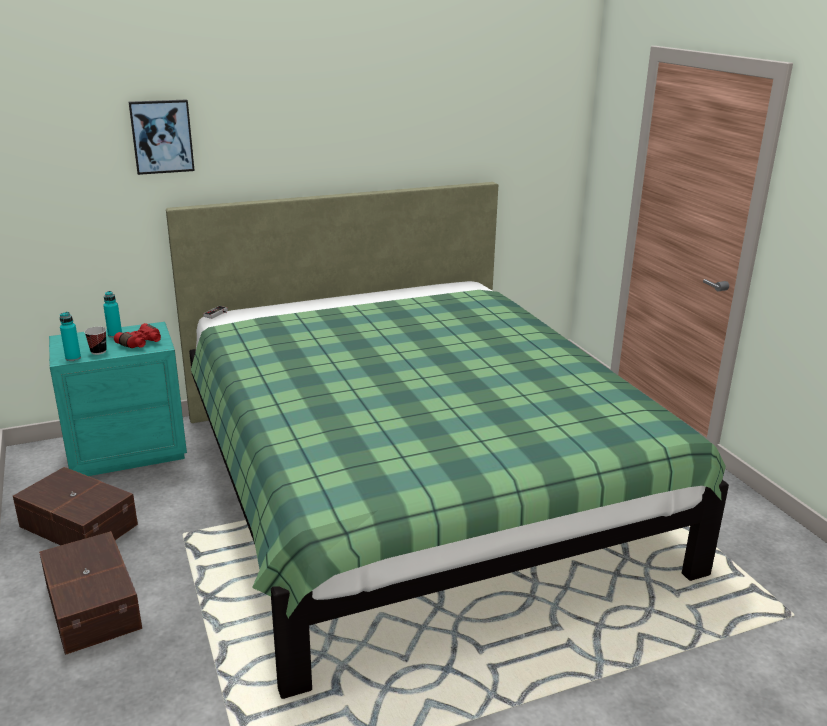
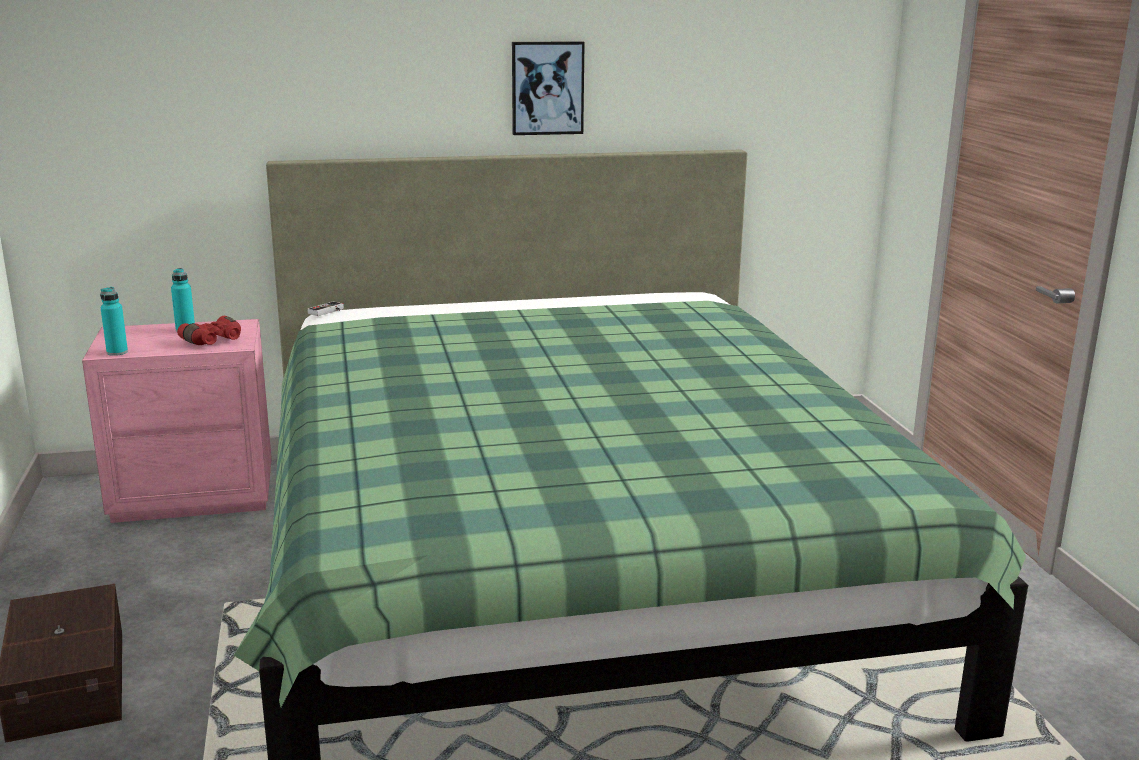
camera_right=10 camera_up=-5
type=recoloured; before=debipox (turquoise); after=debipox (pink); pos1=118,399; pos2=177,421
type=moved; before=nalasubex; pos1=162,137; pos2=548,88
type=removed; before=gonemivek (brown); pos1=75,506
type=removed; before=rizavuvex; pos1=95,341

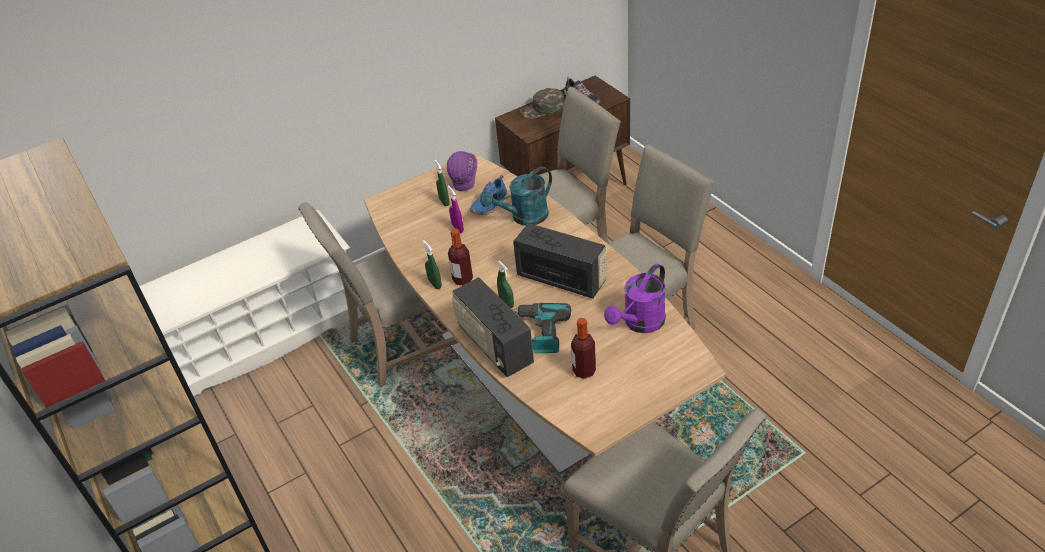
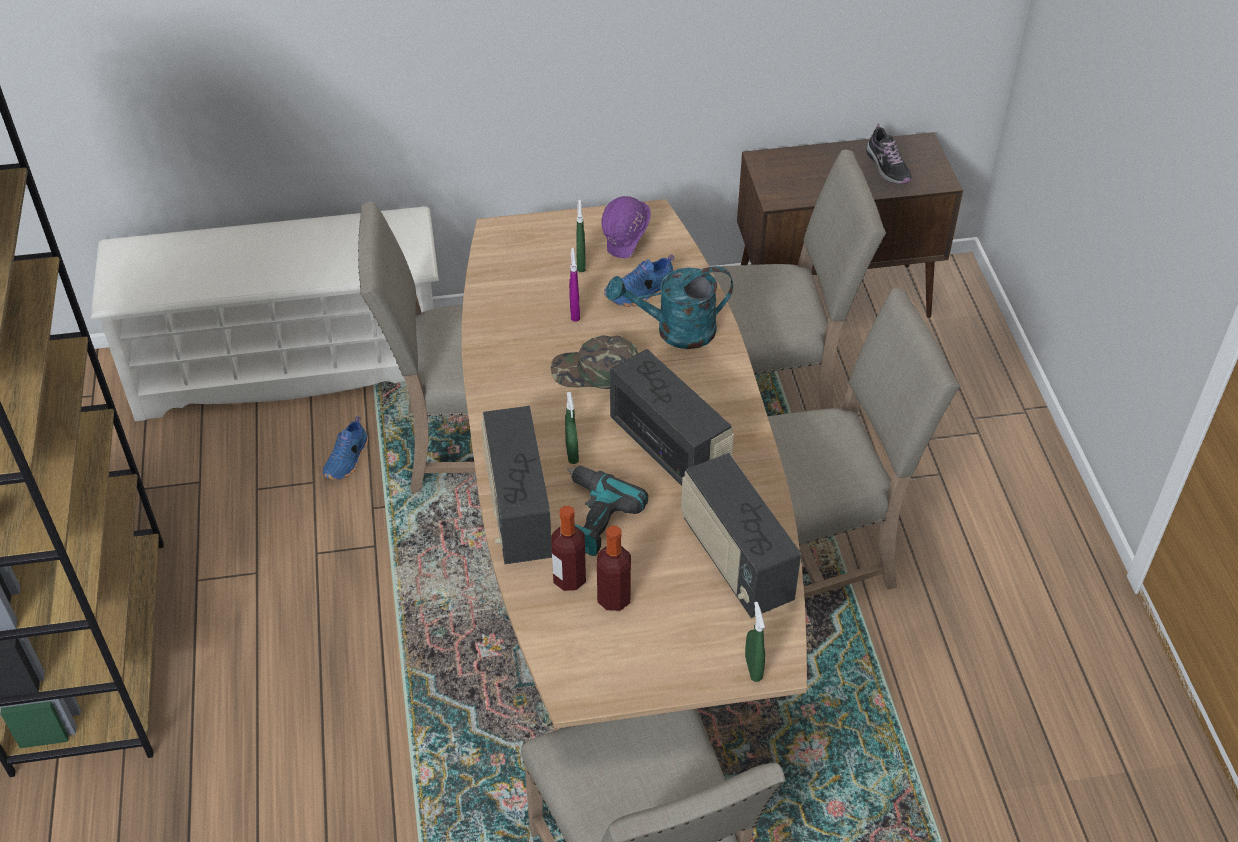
camera_right=20 camera_up=5
type=added; after=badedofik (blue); pos2=345,448
type=moved; before=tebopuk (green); pos1=542,103; pos2=594,362
type=moved; before=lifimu; pos1=460,257; pos2=568,548
type=replaced; before=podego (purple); after=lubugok; pos1=635,298; pos2=741,535
type=moved; before=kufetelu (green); pos1=432,264; pos2=755,642

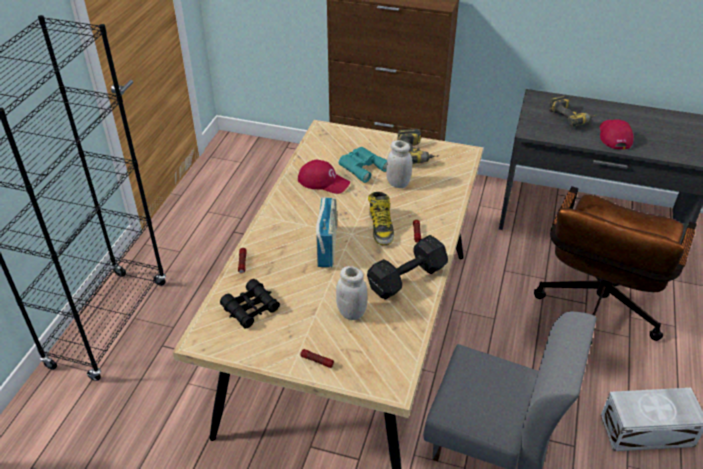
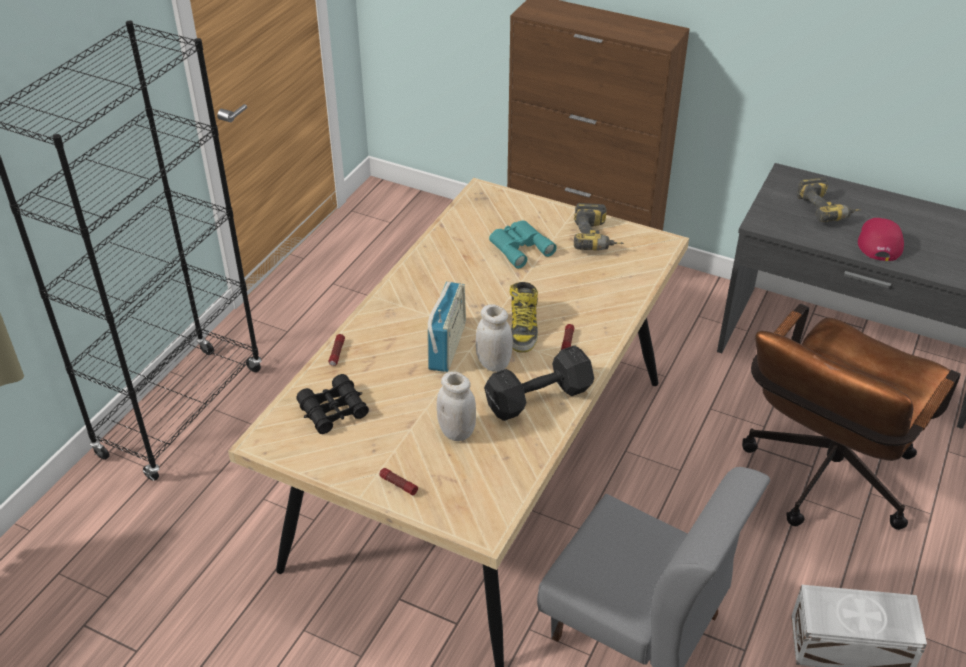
camera_right=10 camera_up=0
type=moved; before=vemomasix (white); pos1=399,164; pos2=494,338
type=removed; before=tebopuk (red); pos1=324,177

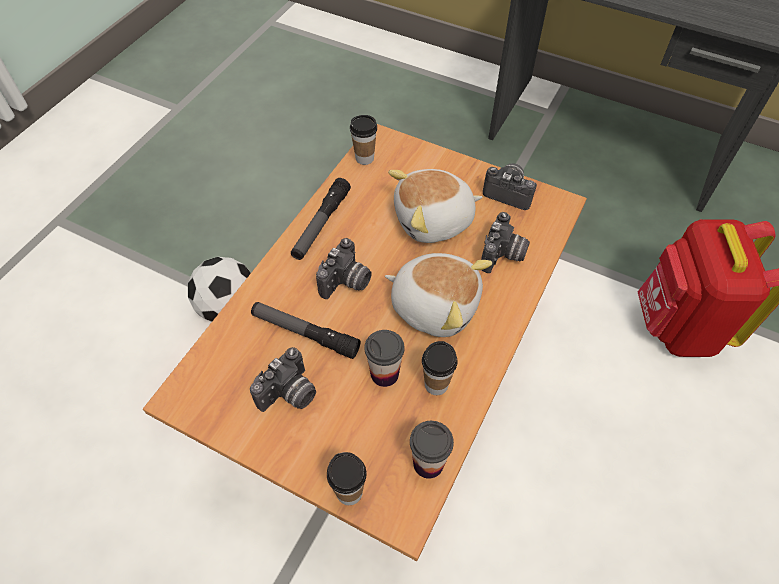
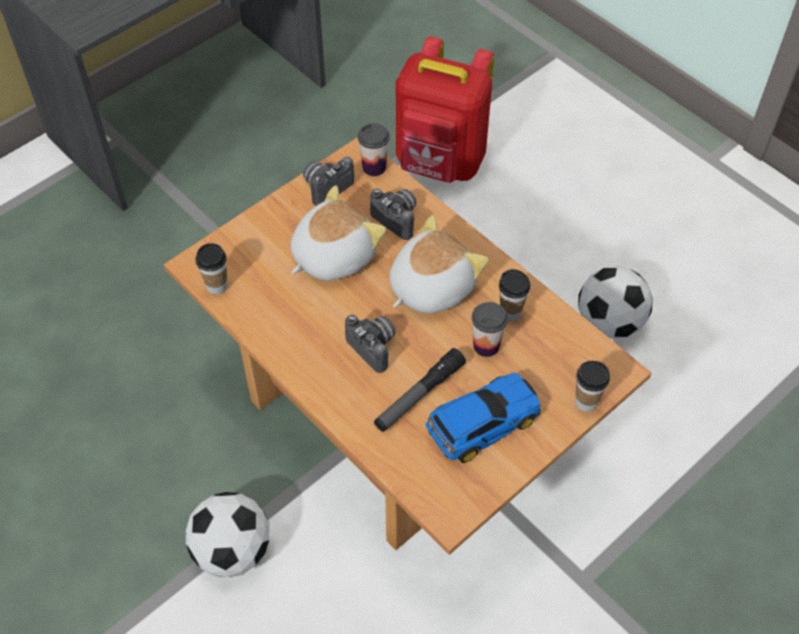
camera_right=-70 camera_up=0
type=turned; before=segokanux; pos1=435,206; pos2=338,233; turn=-135
type=moved; before=rizavuvex; pos1=432,450; pos2=374,149
type=replaced; before=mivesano; after=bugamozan; pos1=283,379; pos2=483,417
type=added; after=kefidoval; pos2=615,302
type=removed; before=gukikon; pos1=321,219

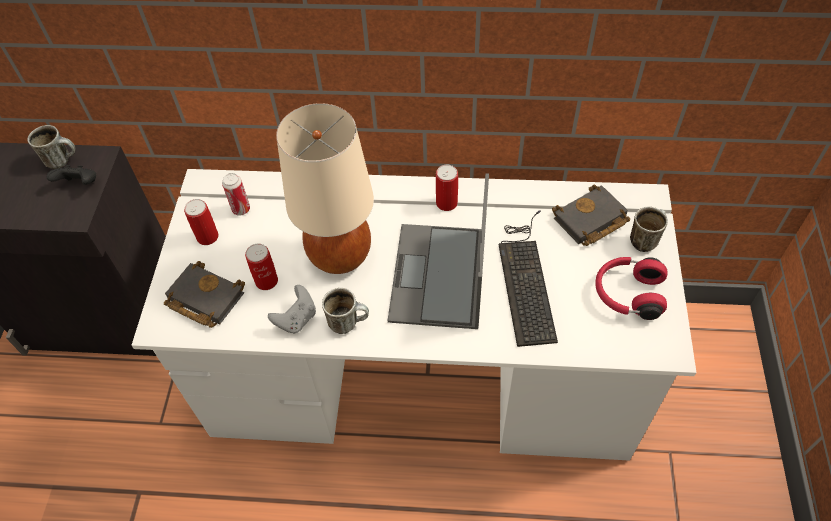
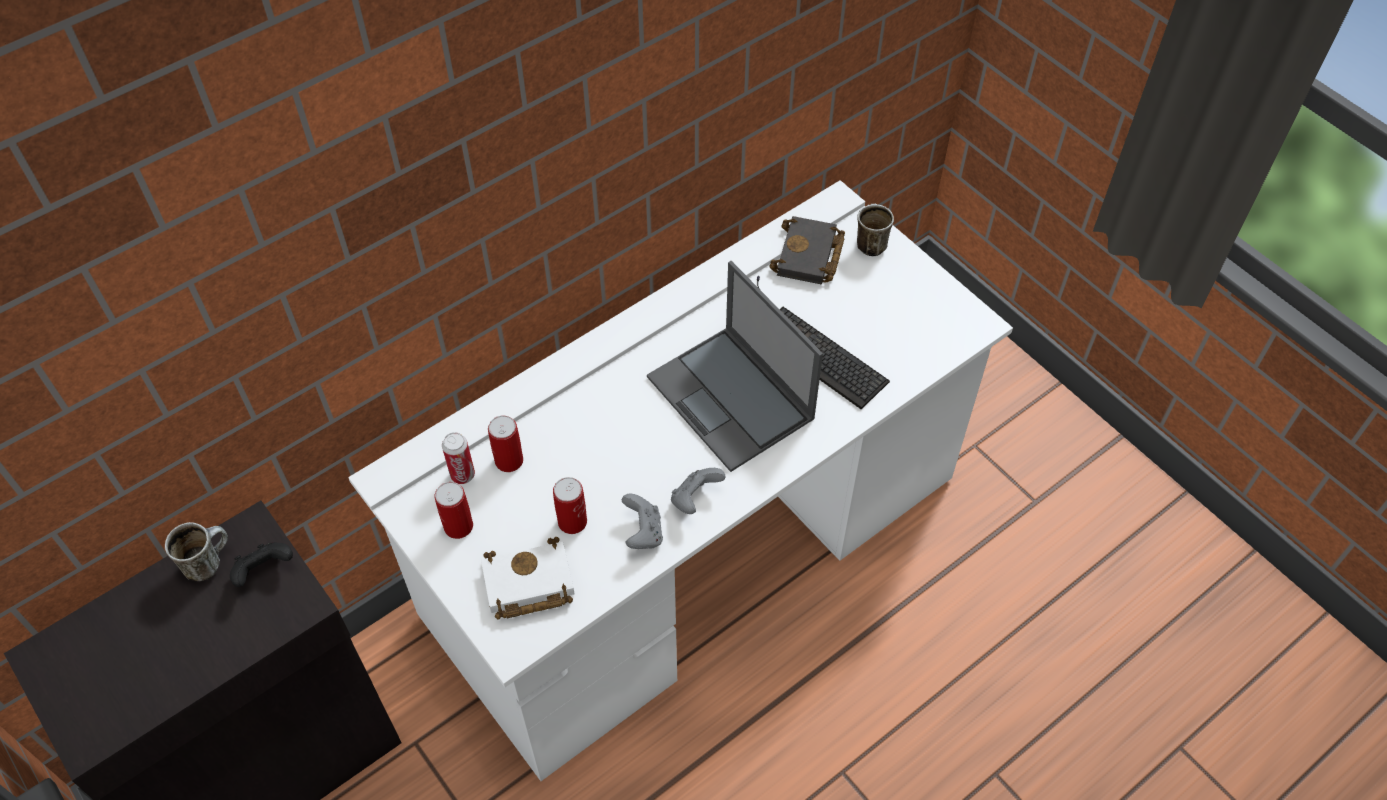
camera_right=-45 camera_up=0
type=recoloured; before=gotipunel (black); after=gotipunel (white); pos1=204,294; pos2=527,578
type=moved; before=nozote; pos1=447,187; pos2=505,444
type=replaced; before=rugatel; after=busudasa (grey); pos1=345,311; pos2=698,491
type=removed; before=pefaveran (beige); pos1=325,188
type=removed; before=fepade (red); pos1=631,288

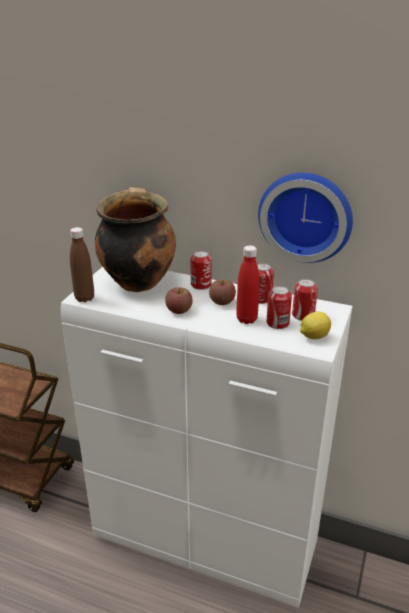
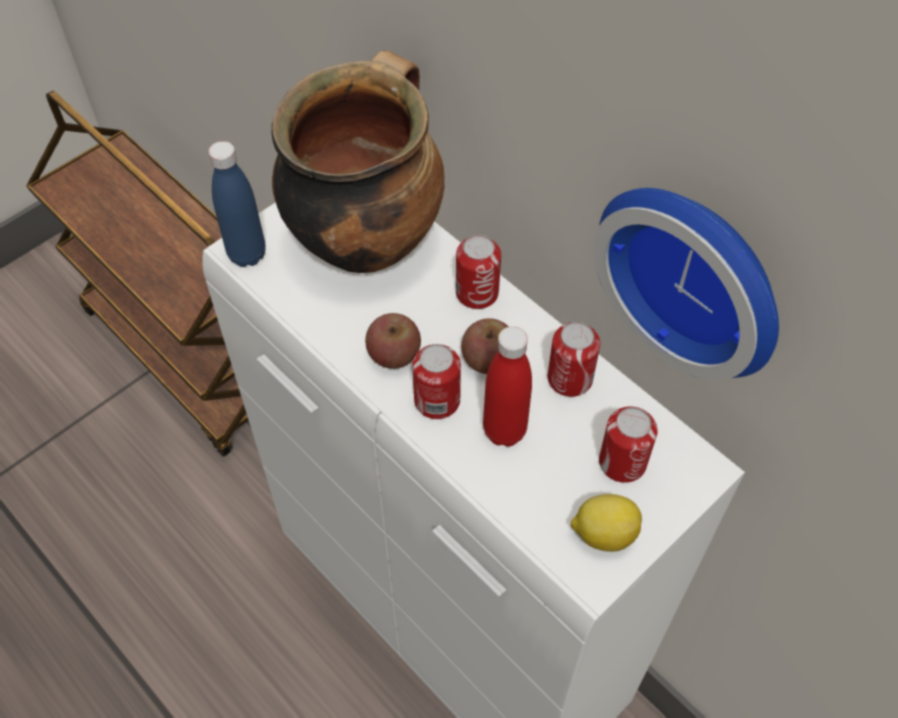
camera_right=25 camera_up=25
type=recoloured; before=lifimu (brown); after=lifimu (blue); pos1=82,264; pos2=237,204
type=moved; before=nozote; pos1=279,307; pos2=436,381

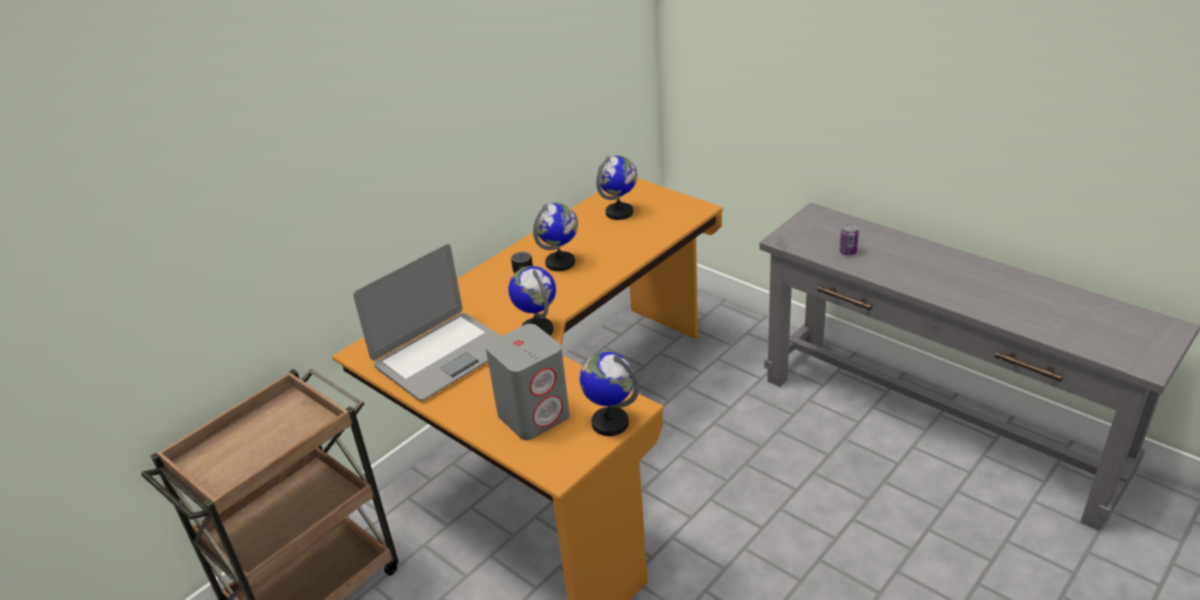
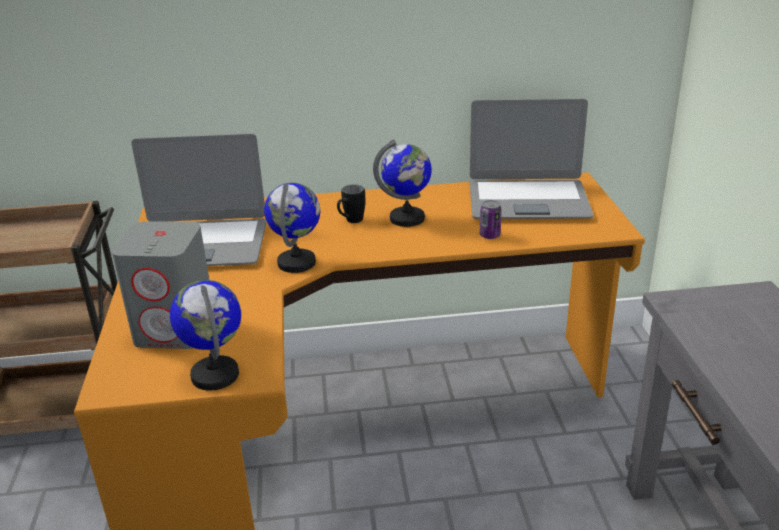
camera_right=40 camera_up=-5
type=replaced; before=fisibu; after=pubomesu; pos1=616,187; pos2=532,159
type=moved; before=nozote; pos1=849,240; pos2=491,219

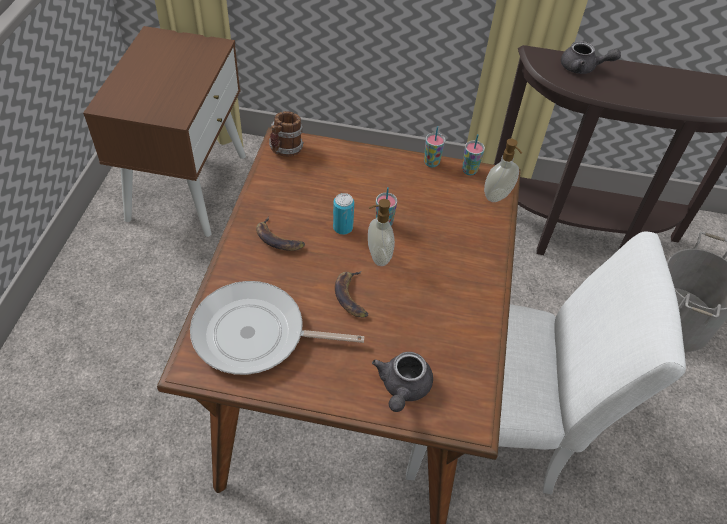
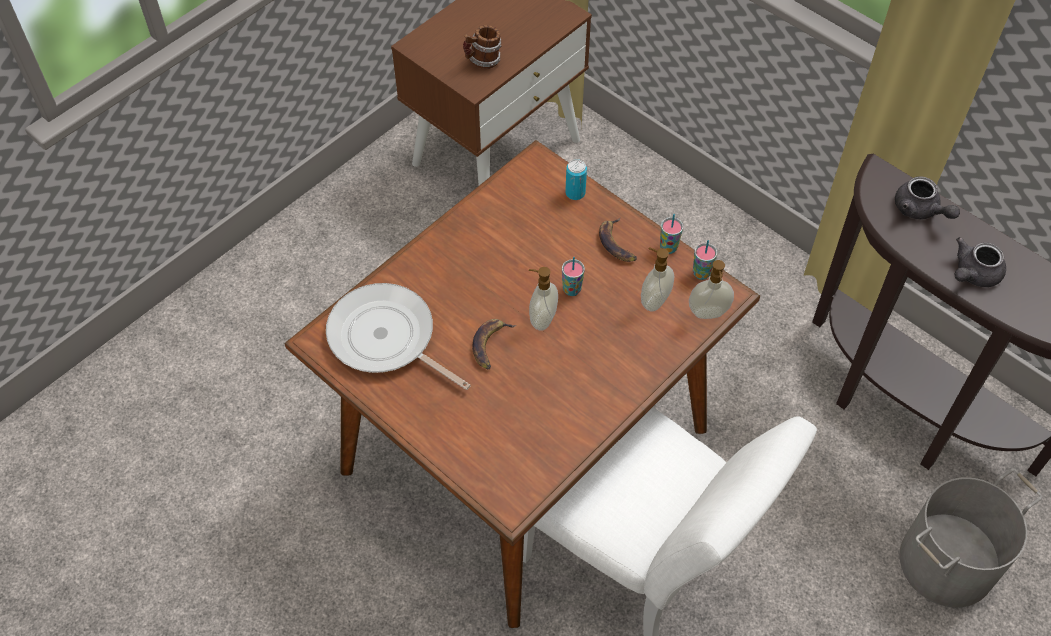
camera_right=35 camera_up=5
type=moved; before=rugatel; pos1=286,134; pos2=482,47
type=moved; before=nozote; pos1=343,214; pos2=576,179
type=moved; before=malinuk; pos1=280,234; pos2=618,240
type=added; after=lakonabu; pos2=658,279
type=moved; before=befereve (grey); pos1=402,382; pos2=980,262

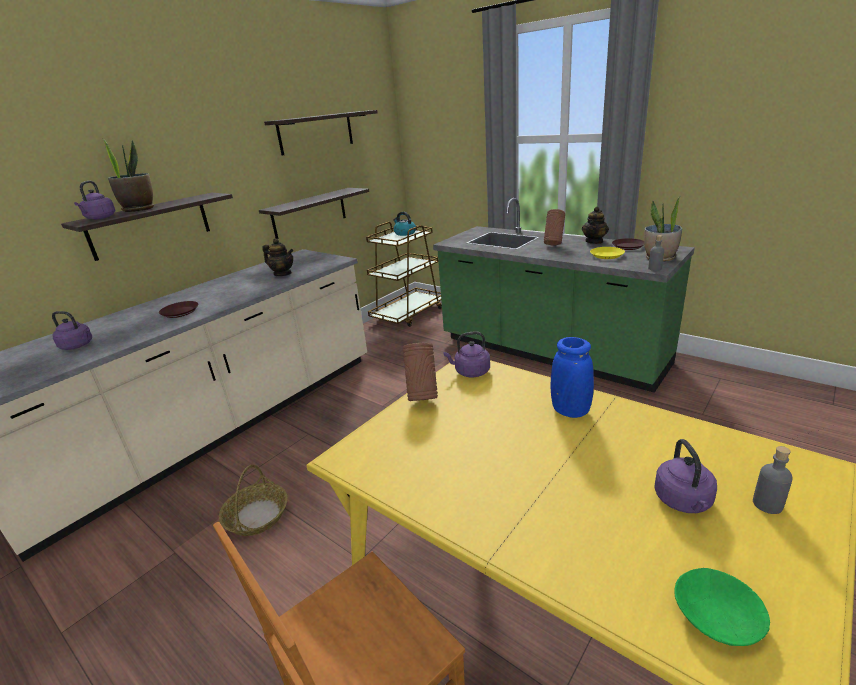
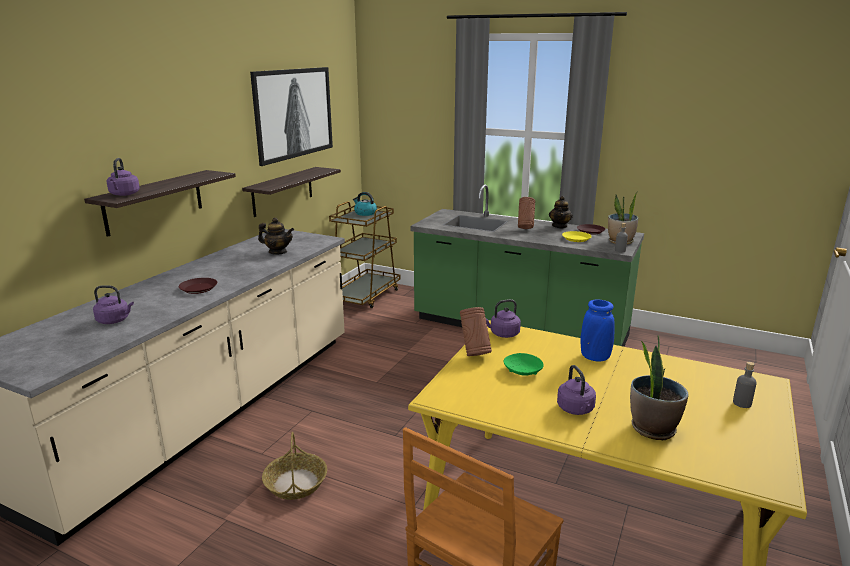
camera_right=-15 camera_up=-5
type=replaced; before=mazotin; after=nalasubex; pos1=321,132; pos2=291,116
type=moved; before=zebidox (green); pos1=722,607; pos2=524,364
type=moved; before=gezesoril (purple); pos1=685,476; pos2=576,390
type=moved; before=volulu; pos1=128,175; pos2=659,387

